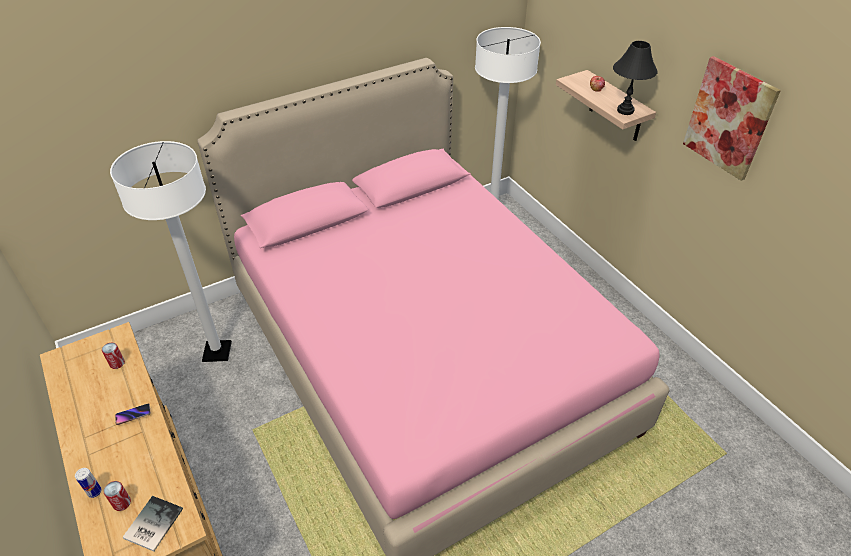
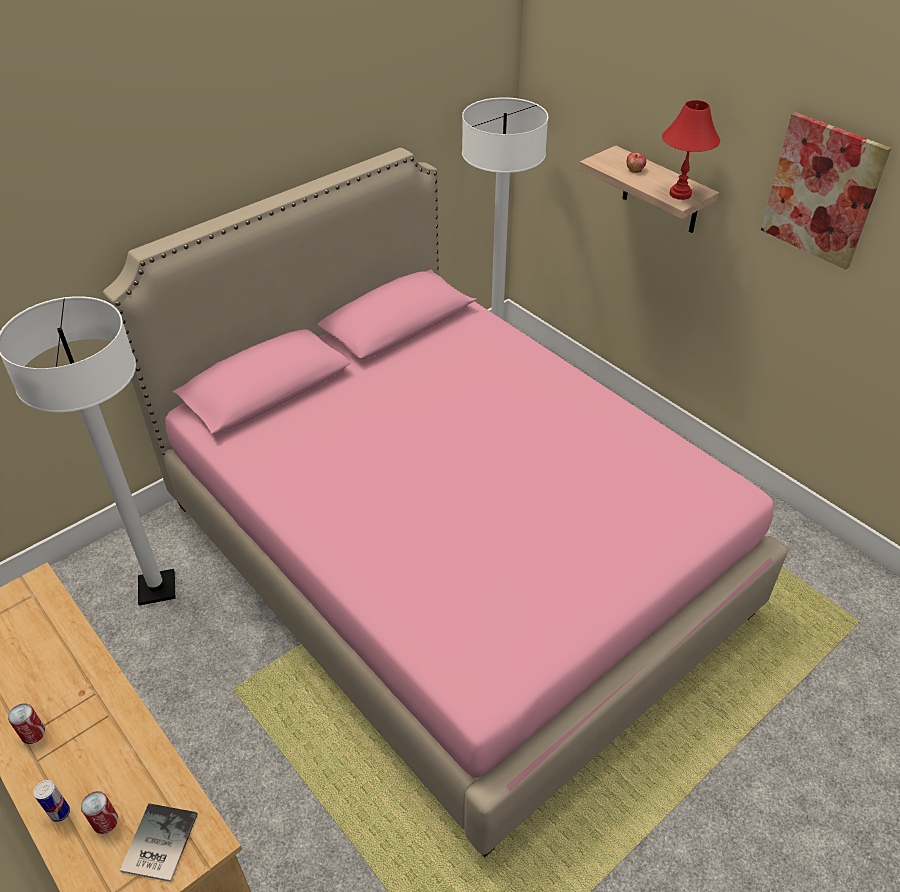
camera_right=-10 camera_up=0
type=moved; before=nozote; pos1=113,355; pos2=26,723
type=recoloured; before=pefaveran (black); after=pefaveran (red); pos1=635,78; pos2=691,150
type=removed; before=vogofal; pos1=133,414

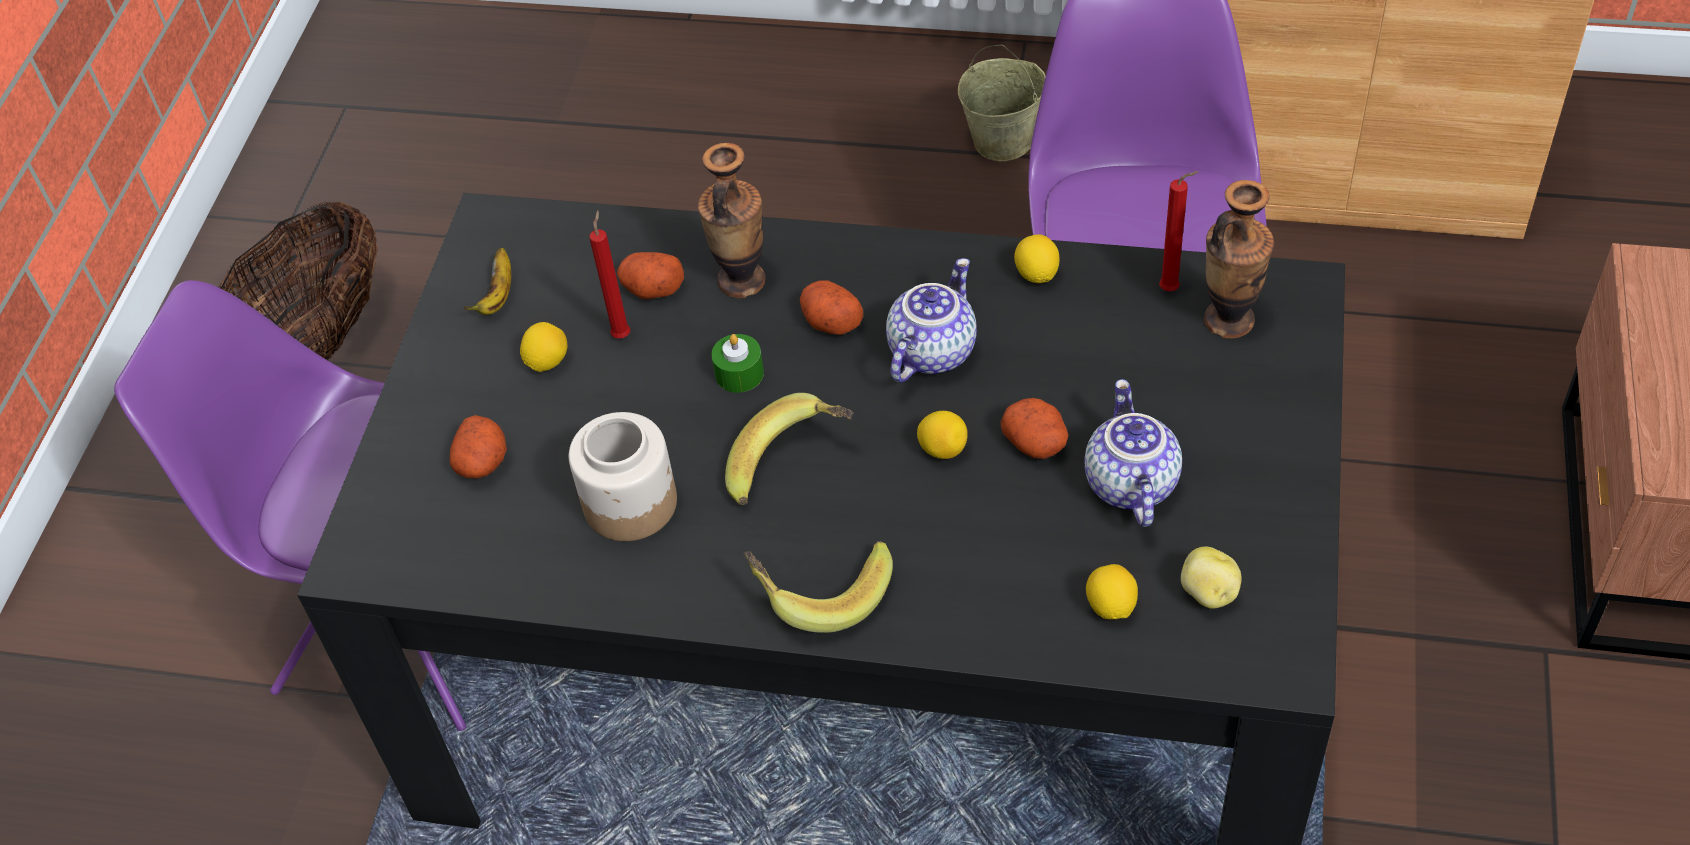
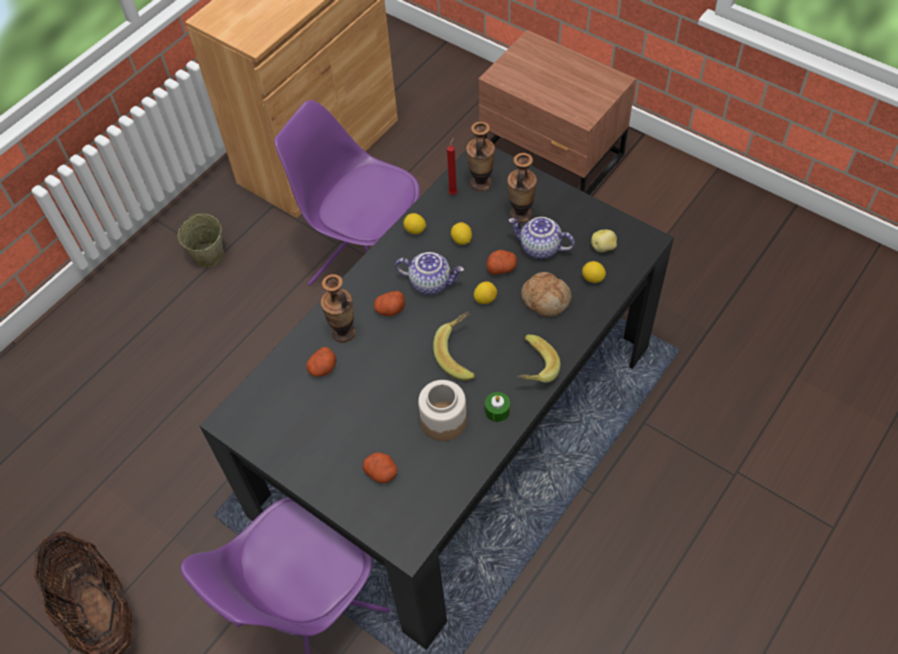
camera_right=-65 camera_up=5
type=turned; before=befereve; pos1=931,320; pos2=429,273; turn=135
type=moved; before=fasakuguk; pos1=543,347; pos2=461,233
type=moved; before=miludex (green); pos1=737,363; pos2=497,407
type=added; after=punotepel; pos2=522,188
type=added; after=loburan; pos2=546,294
type=removed; before=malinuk; pos1=487,281
type=removed; before=miludex (red); pos1=609,274

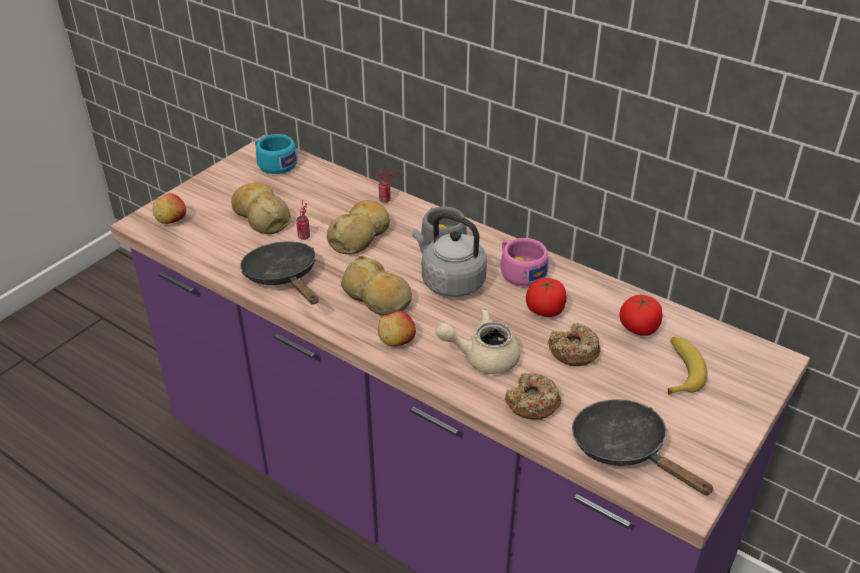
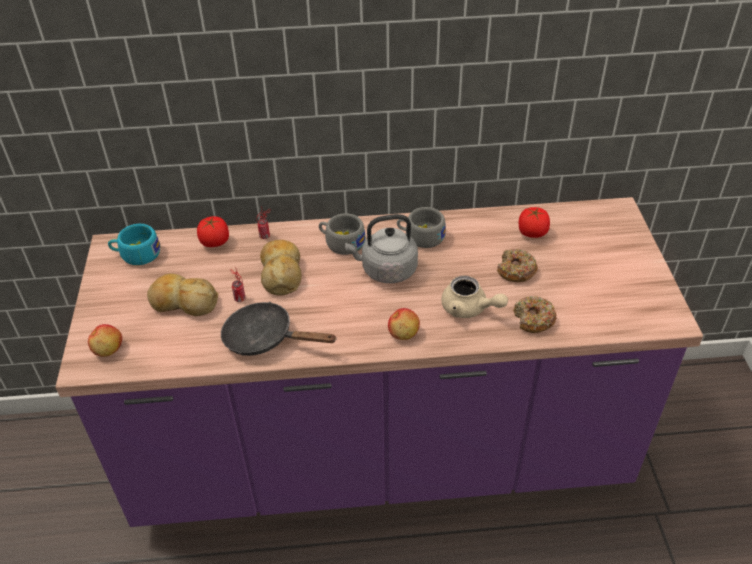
camera_right=-40 camera_up=5
type=moved; before=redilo; pos1=546,297; pos2=213,231
type=recoloured; before=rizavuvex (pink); after=rizavuvex (grey); pos1=525,262; pos2=421,227
type=turned; before=befereve (beige); pos1=478,341; pos2=474,297; turn=-105
type=removed; before=loburan; pos1=376,285
type=removed; before=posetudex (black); pos1=643,447
type=removed; before=malinuk; pos1=688,366

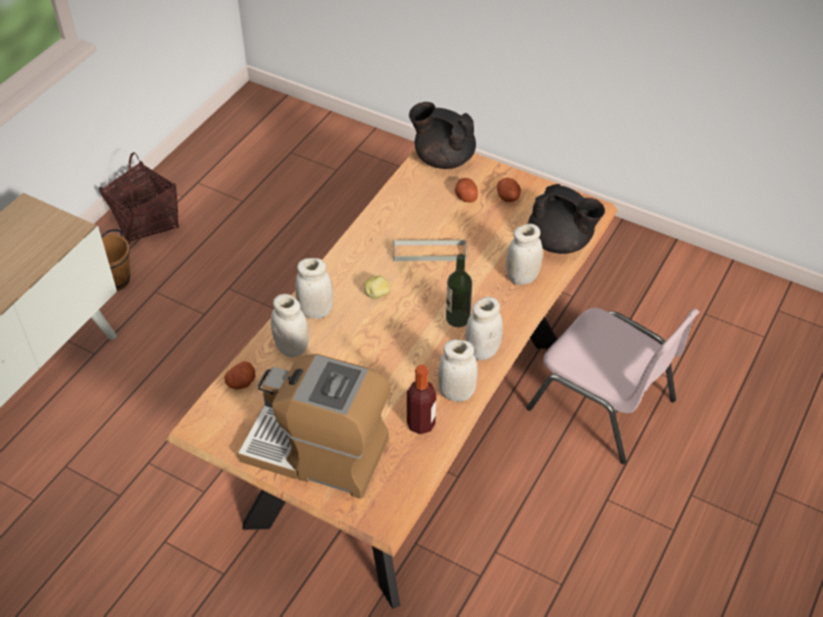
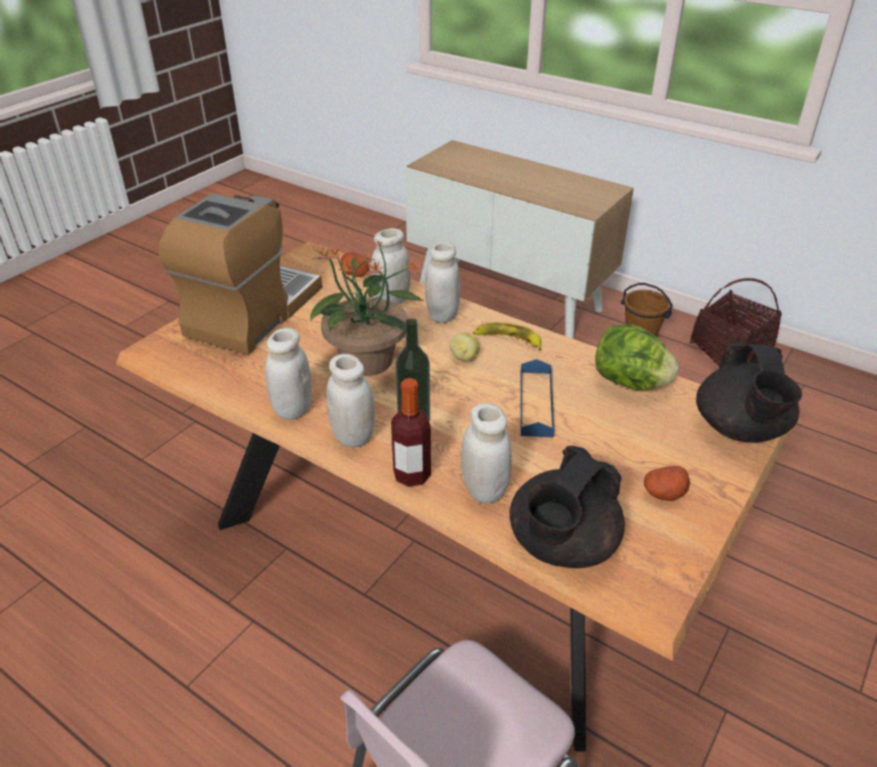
camera_right=95 camera_up=-10
type=added; after=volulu; pos2=366,307
type=moved; before=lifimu; pos1=421,400; pos2=411,432
type=added; after=malinuk; pos2=507,336
type=recoloured; before=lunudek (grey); after=lunudek (blue); pos1=430,250; pos2=538,398
type=added; after=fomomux; pos2=637,357
type=turned; before=befereve (black); pos1=442,135; pos2=749,393; turn=150
type=removed; before=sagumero; pos1=466,190

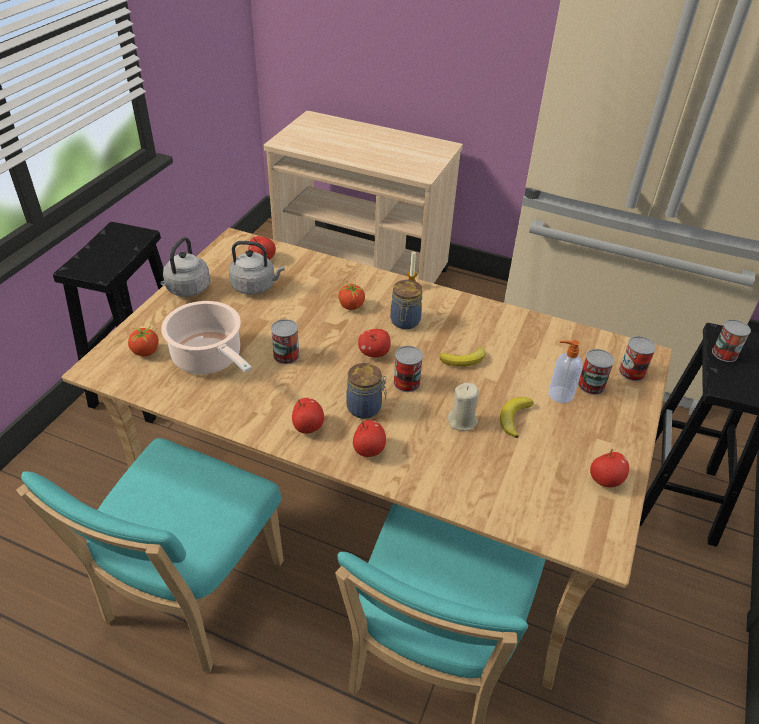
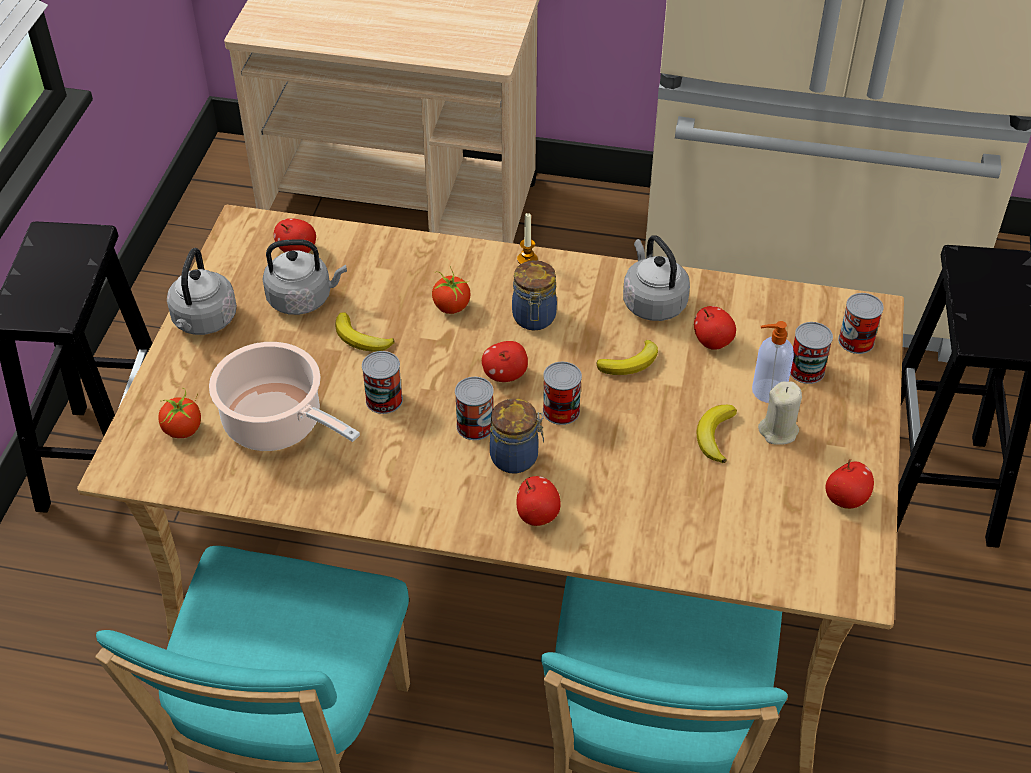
camera_right=-10 camera_up=5
type=added; after=malinuk; pos2=365,331
type=moved; before=nozote; pos1=731,340; pos2=474,408
type=added; after=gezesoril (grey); pos2=656,278
type=moved; before=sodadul; pos1=308,416; pos2=715,328
type=moved; before=miludex (beige); pos1=463,407; pos2=780,413

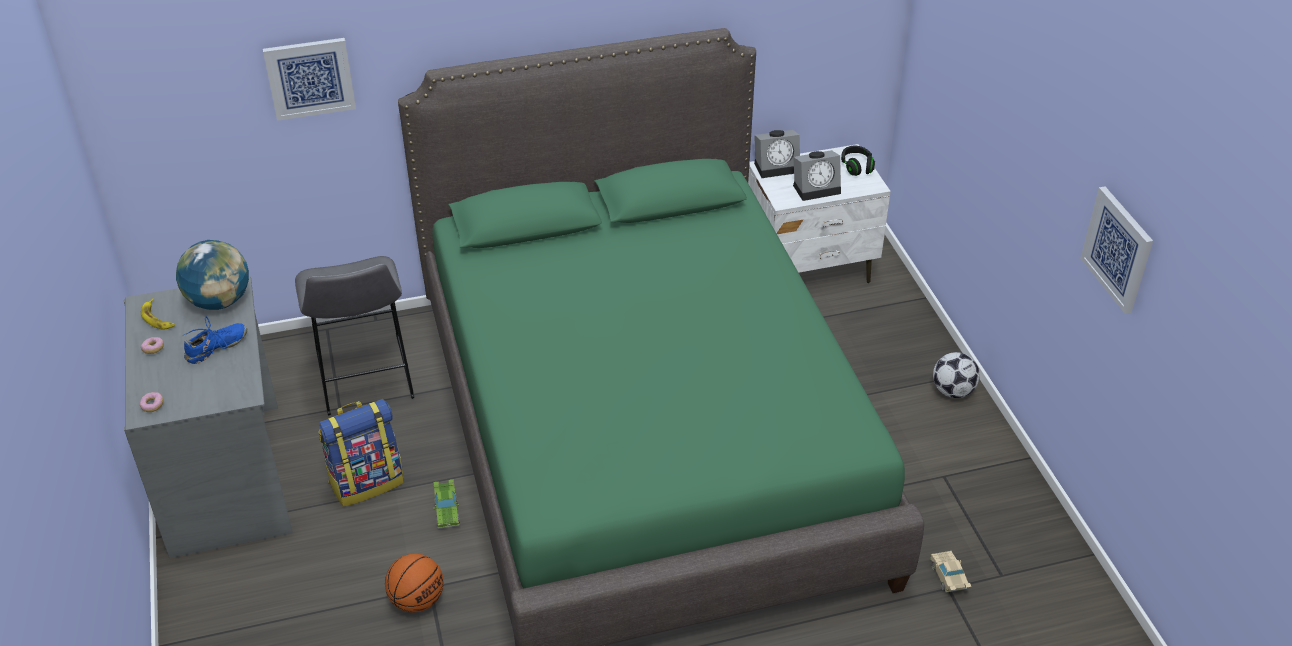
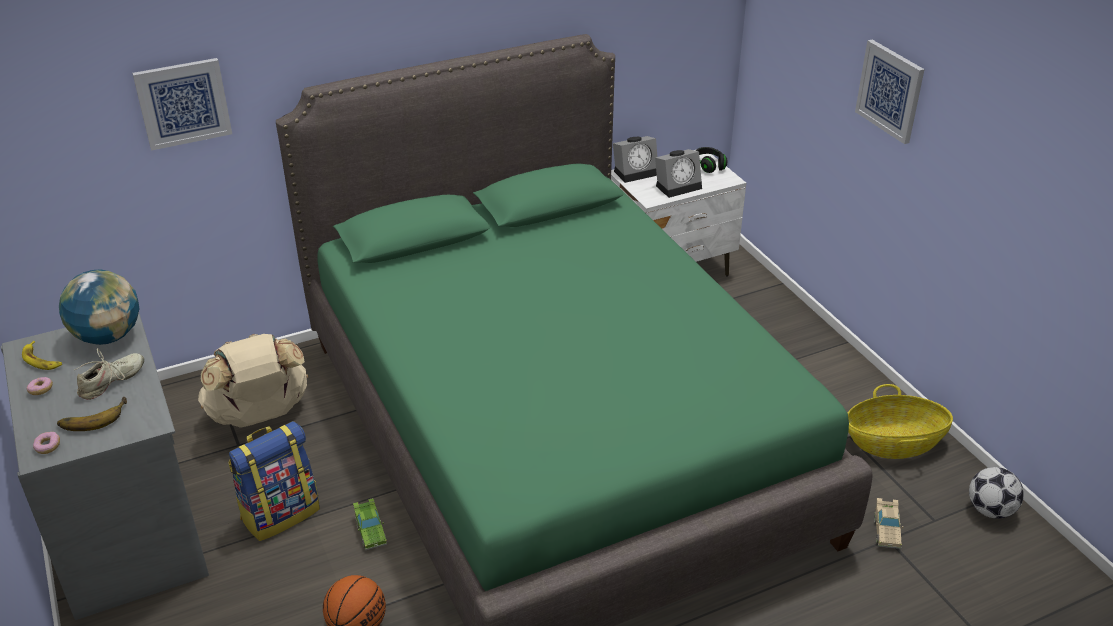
camera_right=-10 camera_up=-5
type=added; after=malinuk; pos2=92,414
type=recoloured; before=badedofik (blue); after=badedofik (beige); pos1=215,340; pos2=109,374
type=replaced; before=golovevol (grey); after=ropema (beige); pos1=354,335; pos2=253,381
type=added; after=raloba; pos2=900,421
type=moved; before=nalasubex; pos1=1116,250; pos2=890,92
type=turned; before=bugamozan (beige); pos1=950,572; pos2=889,523; turn=-150
type=moved; before=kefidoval; pos1=956,375; pos2=996,493

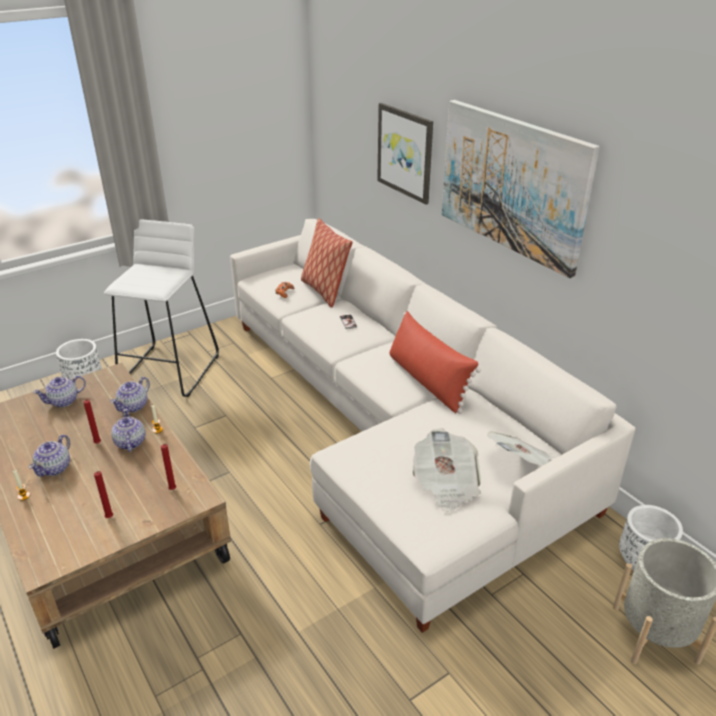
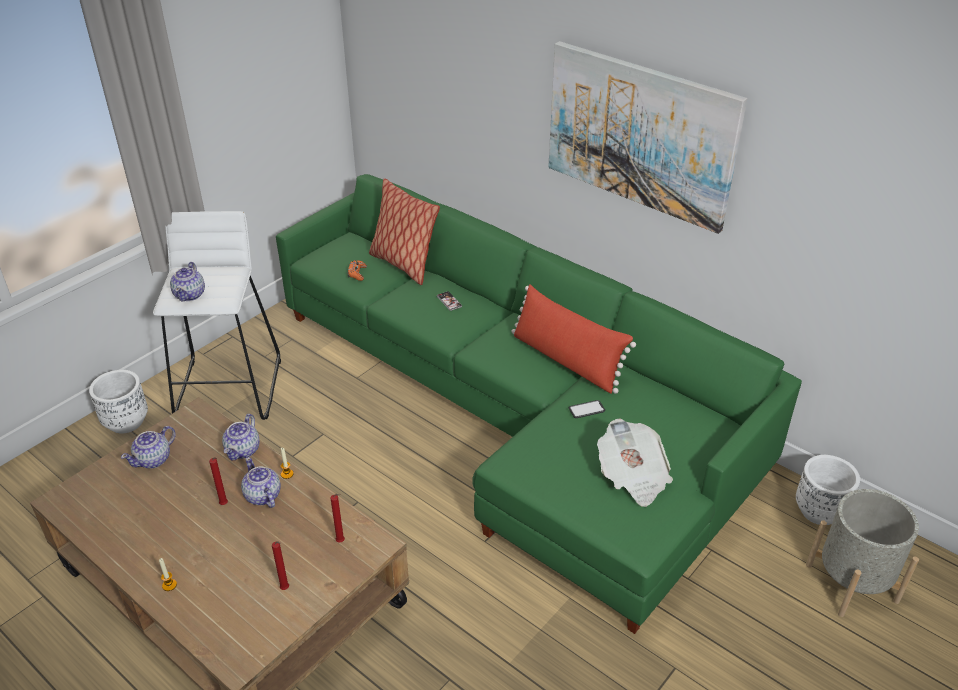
camera_right=-15 camera_up=5
type=moved; before=befereve; pos1=49,455; pos2=187,282
type=recoloured; before=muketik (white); after=muketik (green); pos1=433,426; pos2=539,404
type=added; after=vogofal; pos2=587,409
type=removed; before=nalasubex; pos1=405,154
type=removed; before=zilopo; pos1=521,448

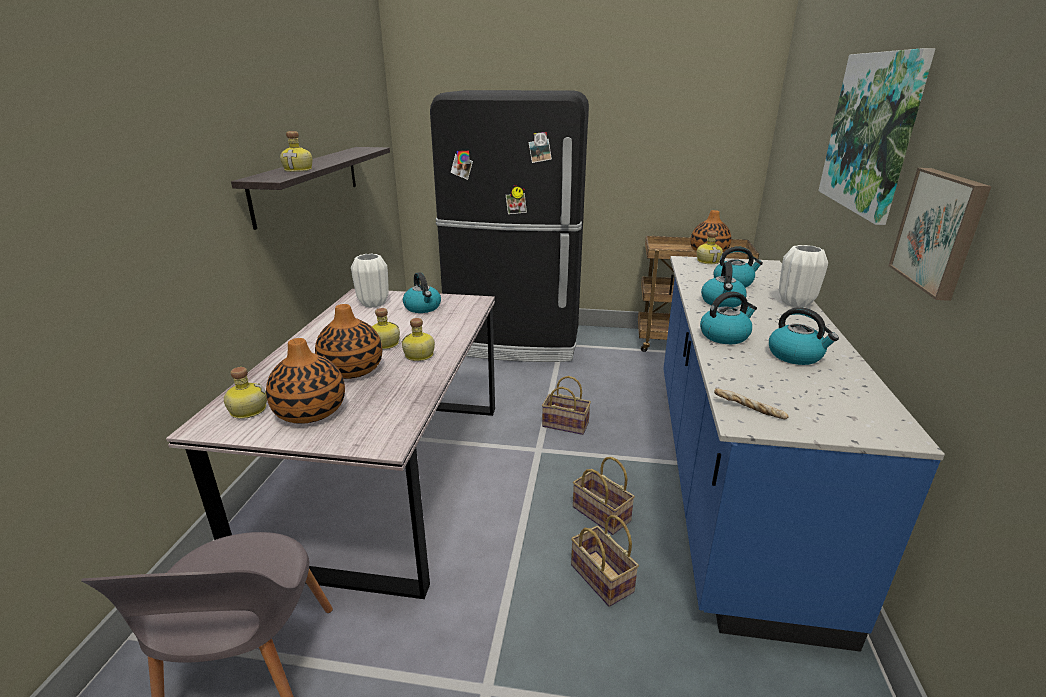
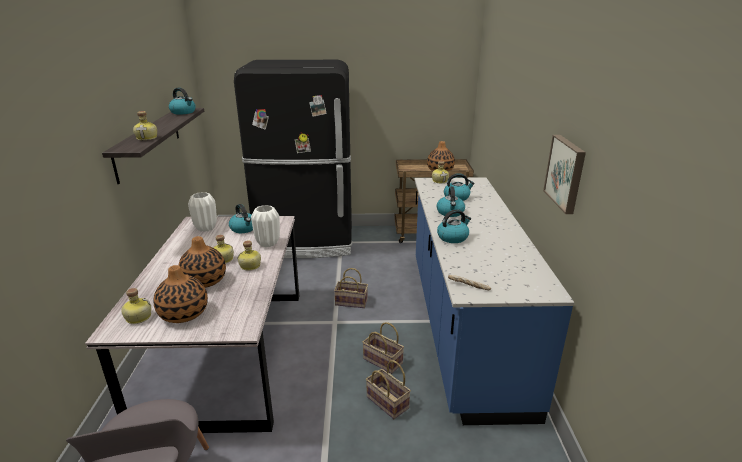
camera_right=-10 camera_up=0
type=moved; before=gezesoril; pos1=804,336; pos2=182,100
type=moved; before=punotepel (white); pos1=803,276; pos2=265,226
type=removed; before=nalasubex; pos1=877,136

